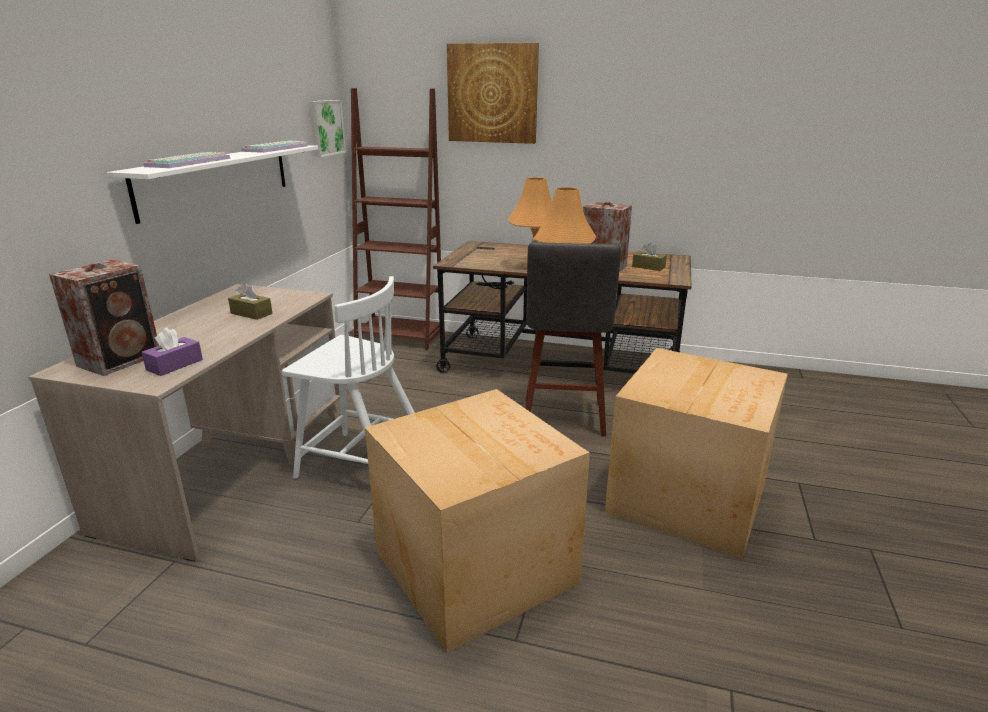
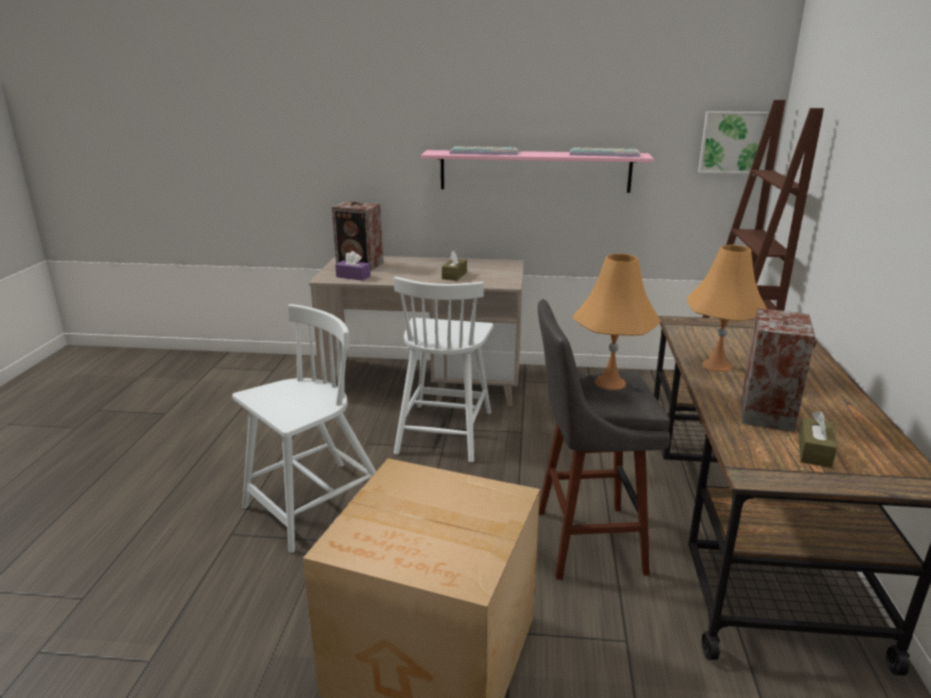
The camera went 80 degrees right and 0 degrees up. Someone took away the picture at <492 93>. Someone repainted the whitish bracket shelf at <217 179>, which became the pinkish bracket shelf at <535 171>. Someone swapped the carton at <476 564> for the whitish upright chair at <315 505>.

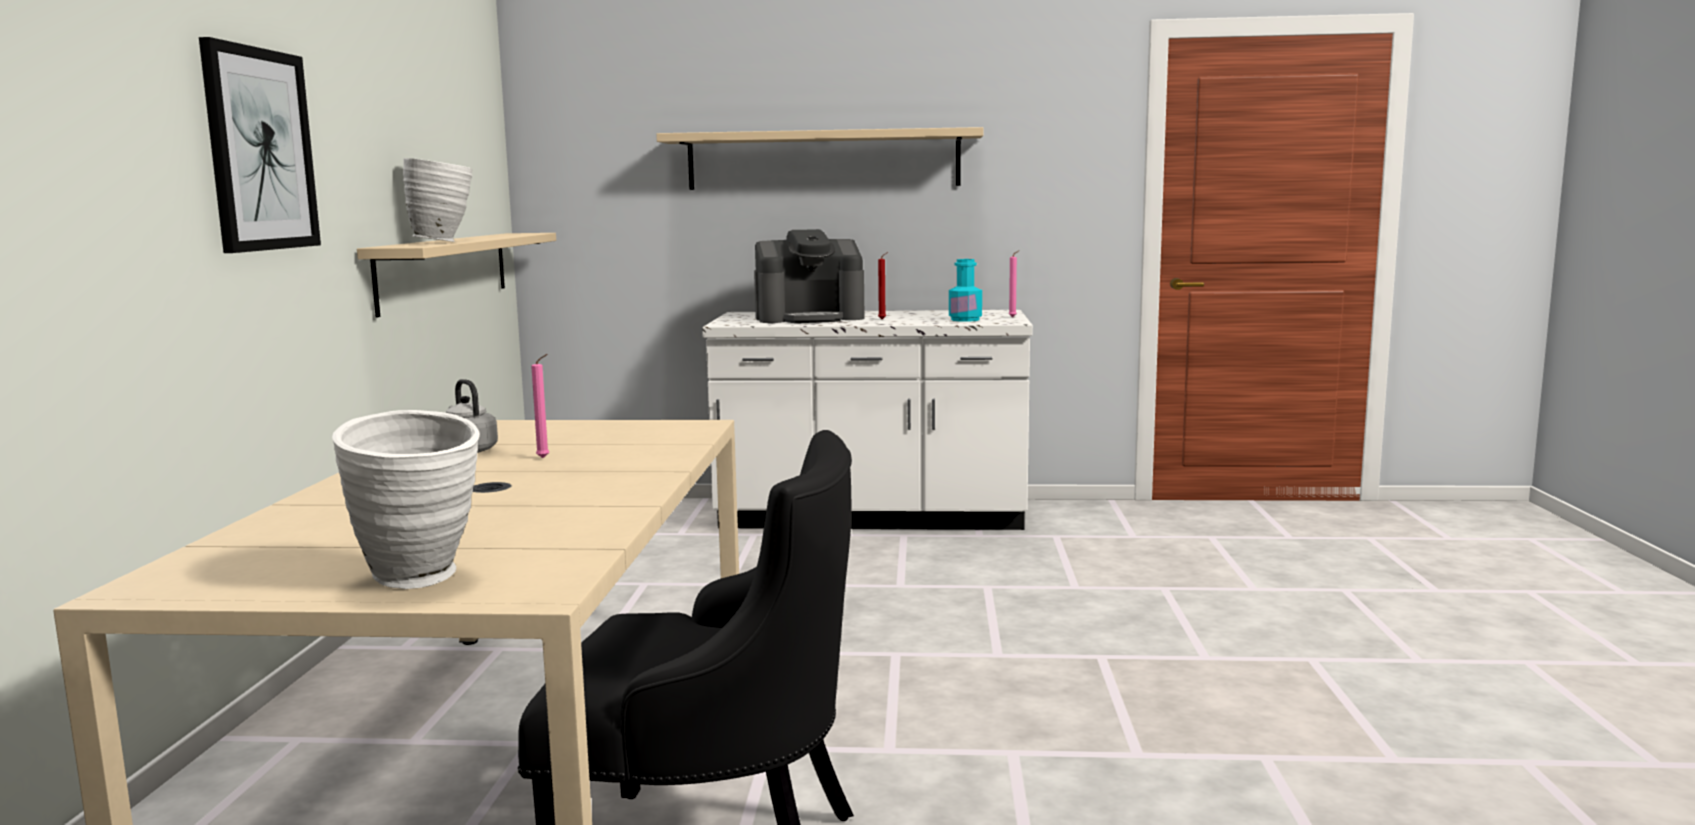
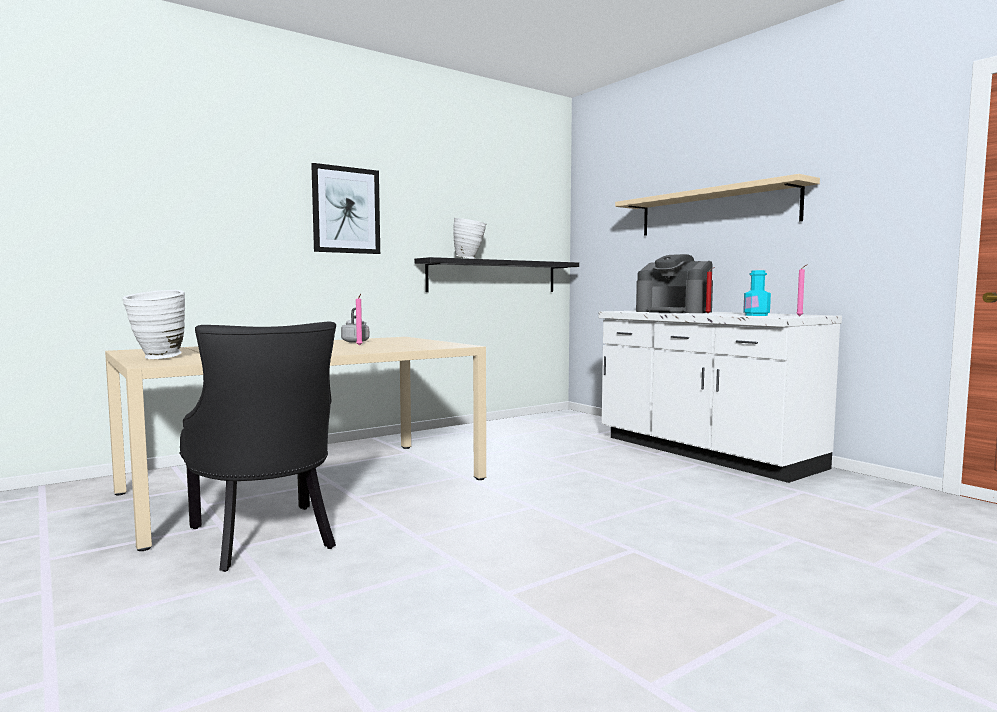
The camera went 50 degrees right and 5 degrees down. Someone repainted the sand-coloured bracket shelf at <445 270>, which became the blackish bracket shelf at <493 276>.

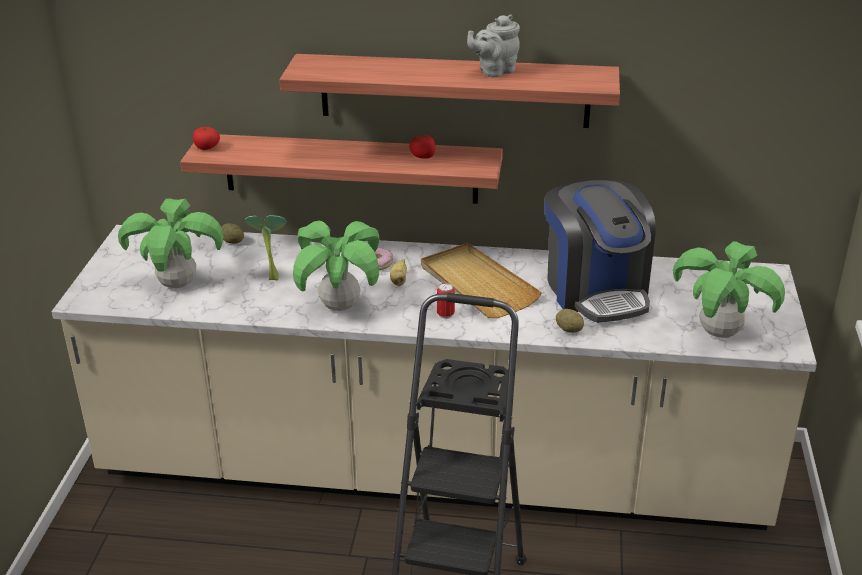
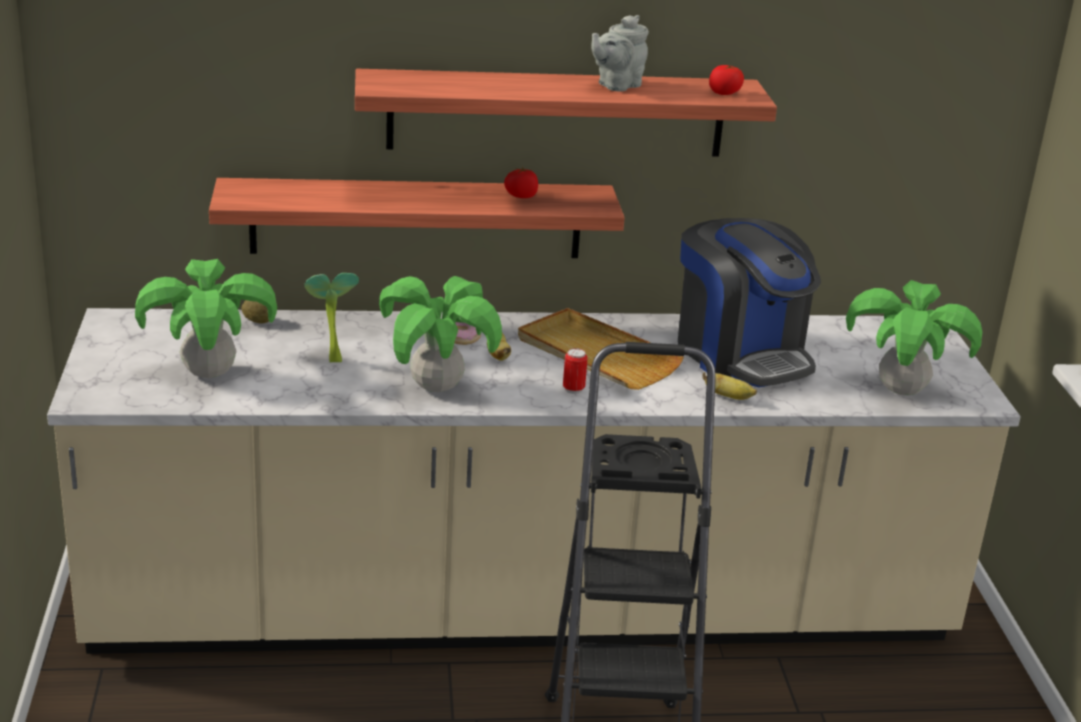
The camera went 15 degrees left and 5 degrees down. Someone carried the fresh tomato from <207 148> to <725 93>. Someone swapped the spud at <569 329> for the banana at <729 397>.

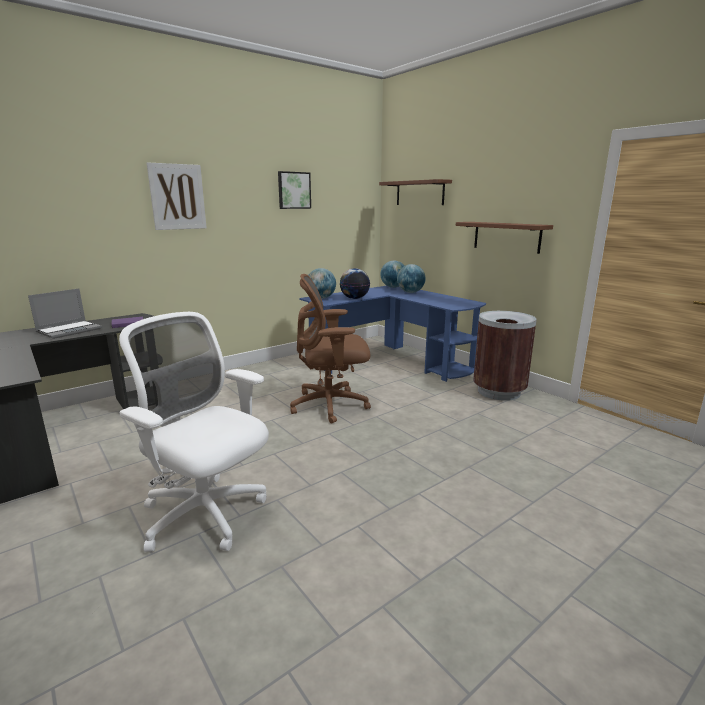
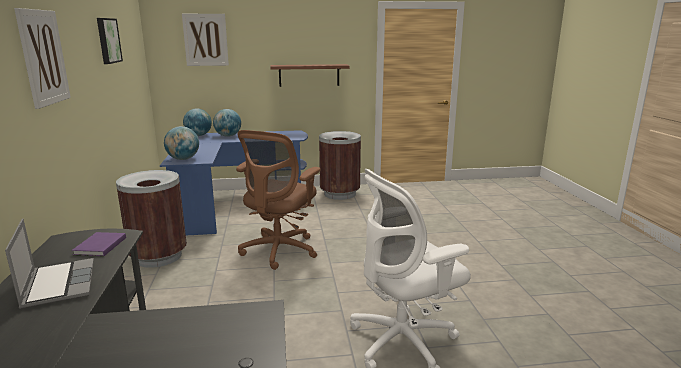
The camera went 60 degrees left and 0 degrees up. Someone swapped the brownish bracket shelf at <419 193> for the picture at <205 40>. Someone took away the world globe at <354 298>. Someone put down the brownish trash can at <158 257>.

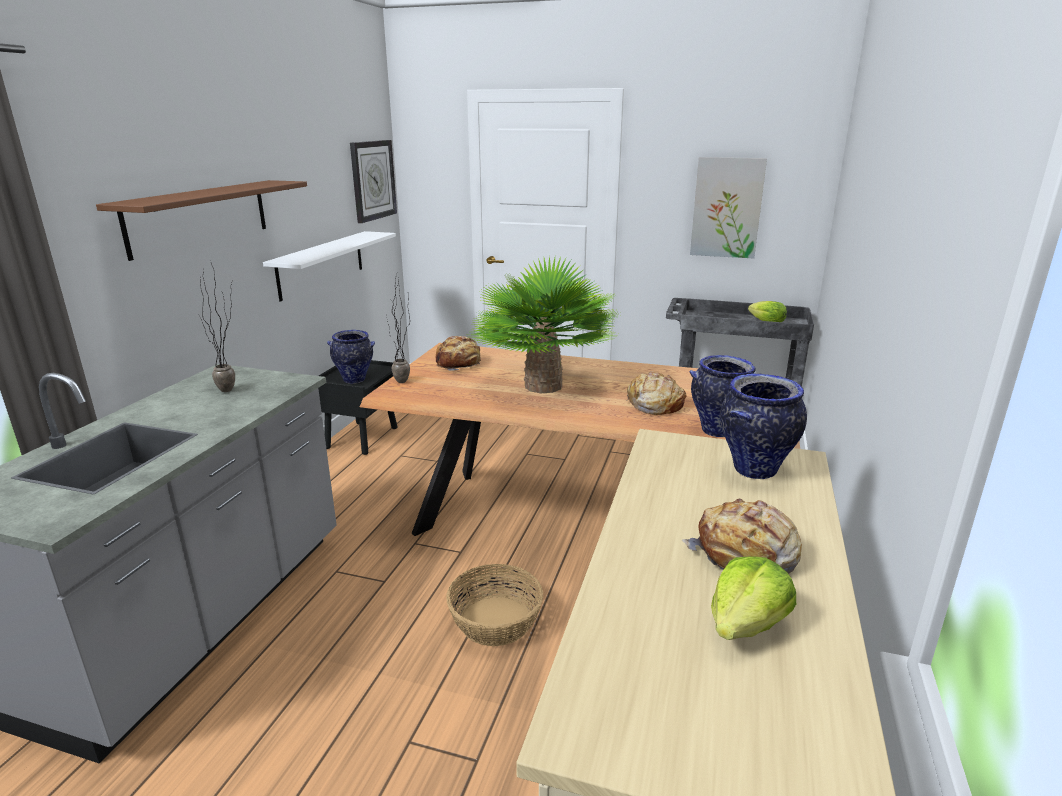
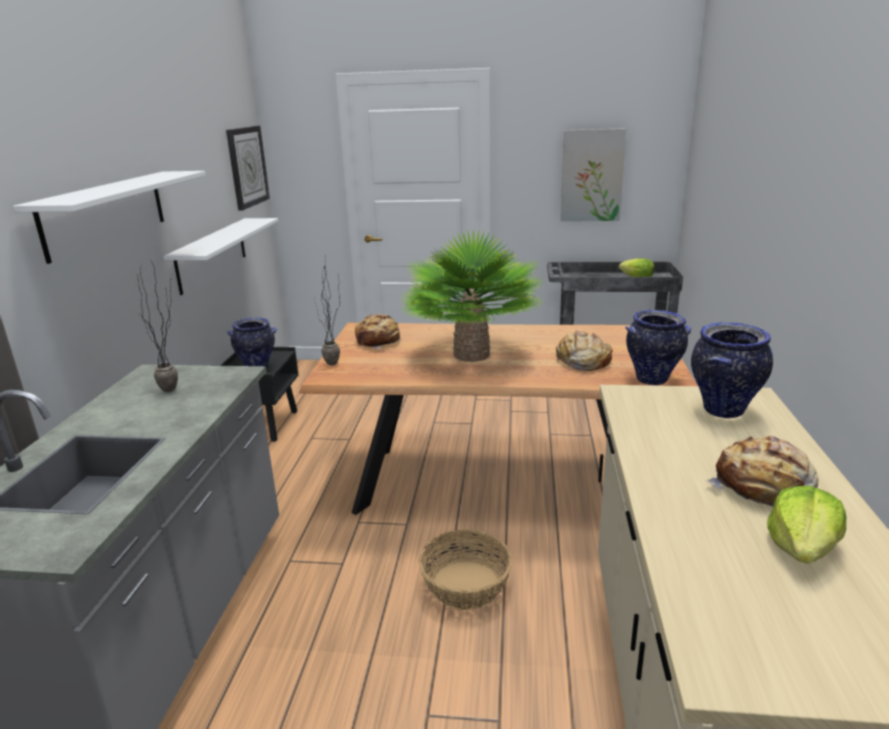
The camera went 10 degrees left and 0 degrees up. Someone repainted the brownish bracket shelf at <200 216>, which became the whitish bracket shelf at <106 213>.

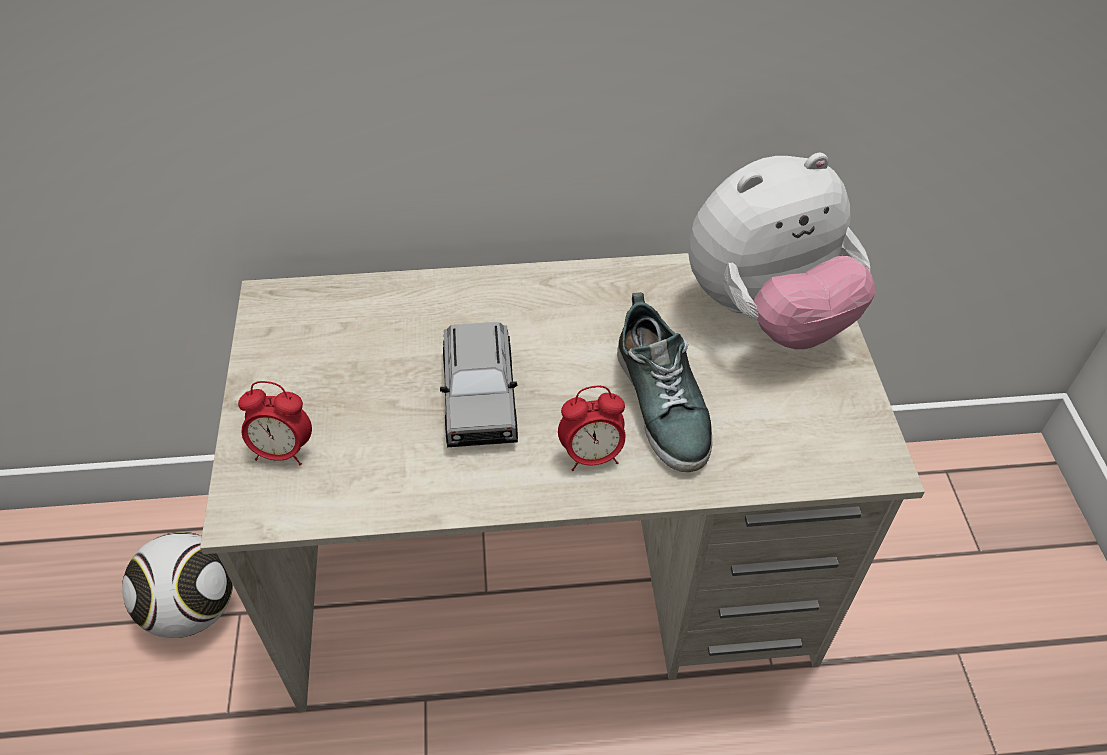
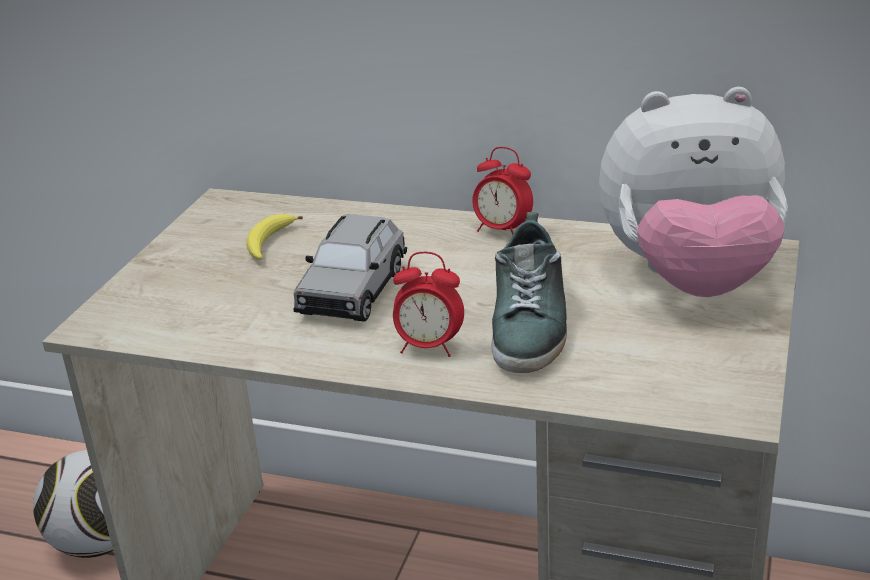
The camera went 25 degrees right and 20 degrees down. Someone carried the bedside clock from <283 451> to <502 231>. Someone put down the banana at <269 243>.

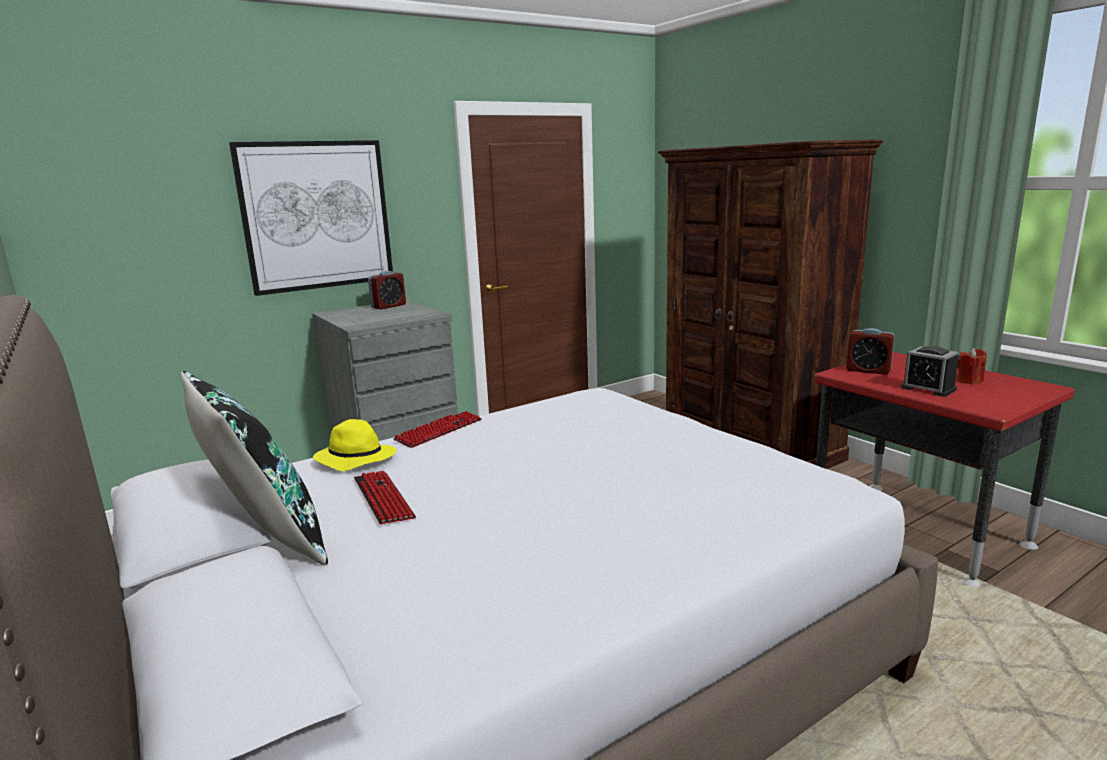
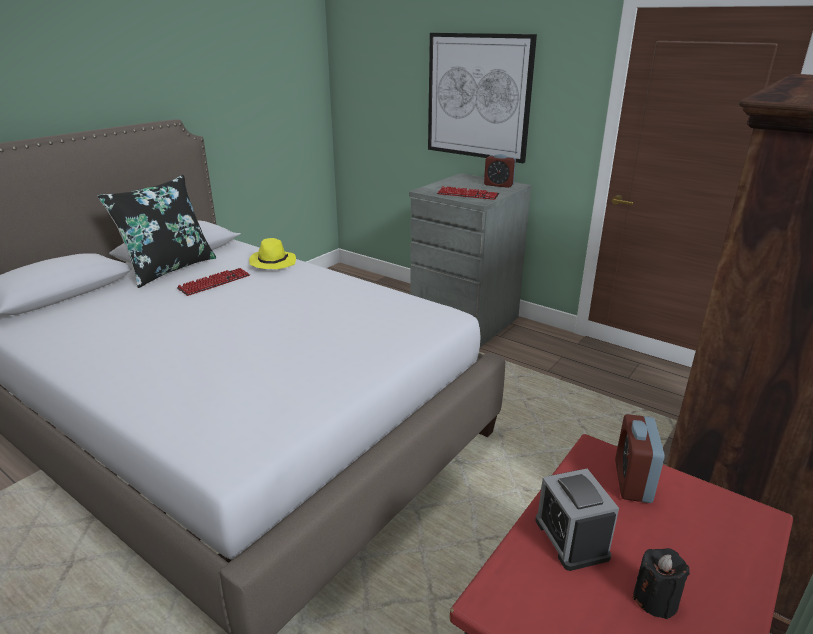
The camera went 70 degrees right and 10 degrees up. Someone rotated the bedside clock at <928 389> by 45 degrees counterclockwise. Someone repainted the red-coloured wax candle at <969 381>, which became the blackish wax candle at <655 599>. Someone carried the keyboard from <439 431> to <467 195>.

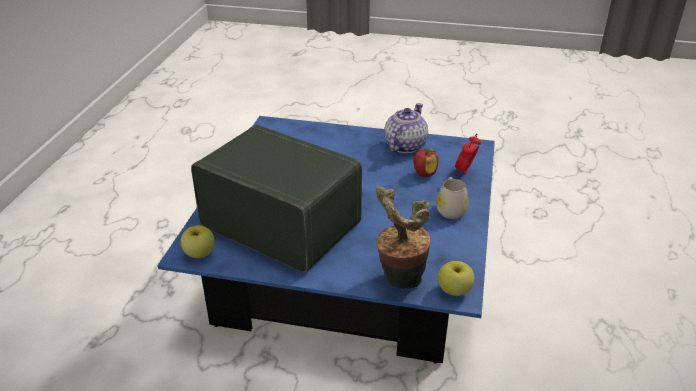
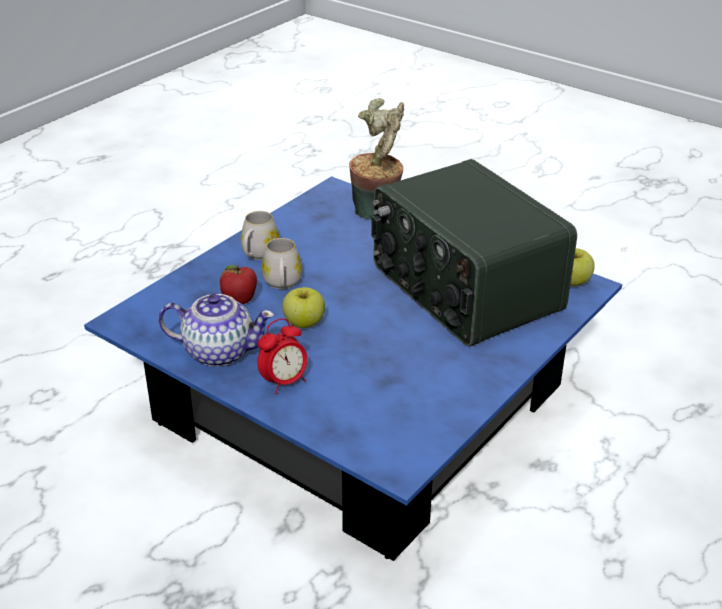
The camera went 155 degrees left and 0 degrees up. Someone rotated the teapot at <404 146> by 135 degrees counterclockwise. Someone carried the bedside clock from <465 172> to <284 382>. Someone carried the apple from <454 290> to <304 323>. Someone put down the whitish tea mug at <282 283>.

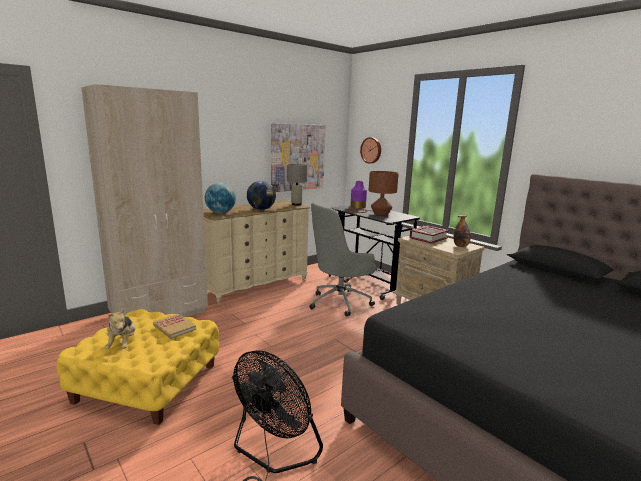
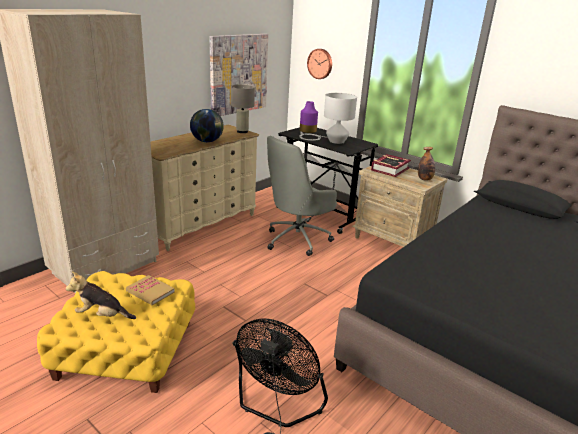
The camera went 10 degrees left and 10 degrees up. Someone repainted the brownish lamp for a table at <371 213>, which became the gray lamp for a table at <326 140>. Someone took away the world globe at <221 213>. Someone rotated the plush toy at <122 344> by 120 degrees clockwise.

